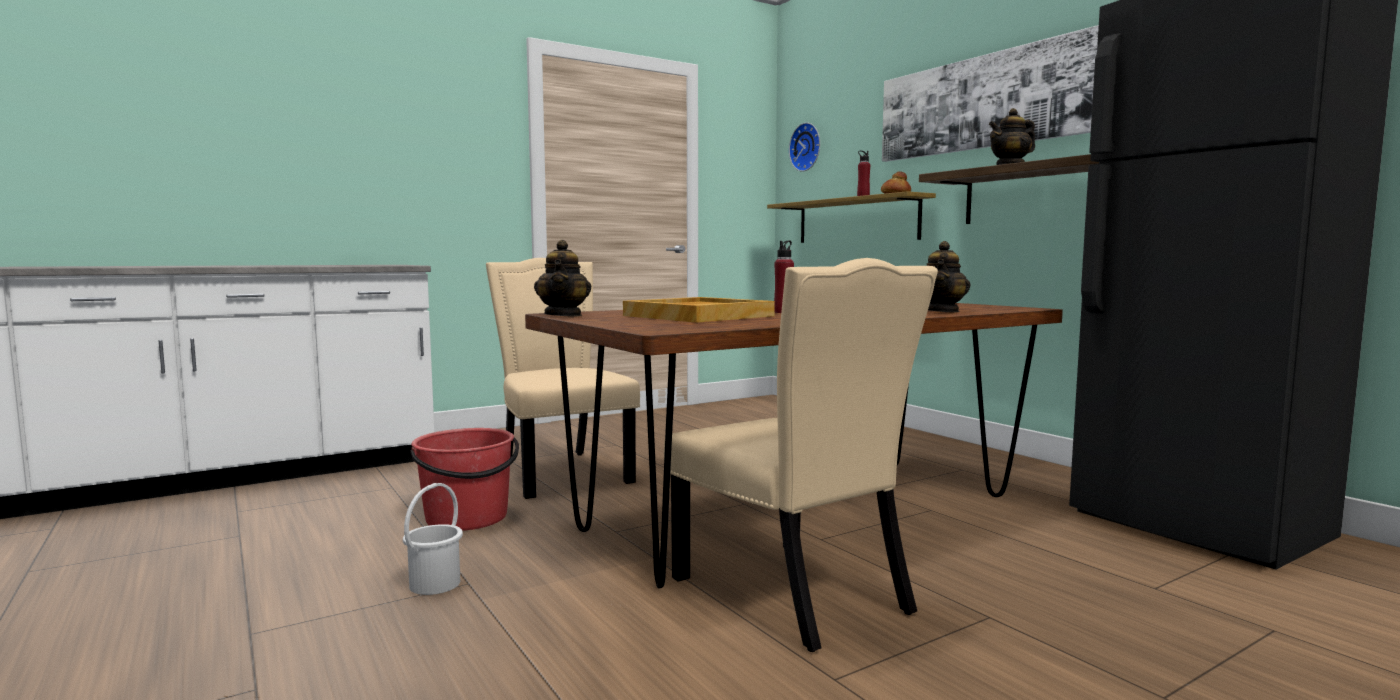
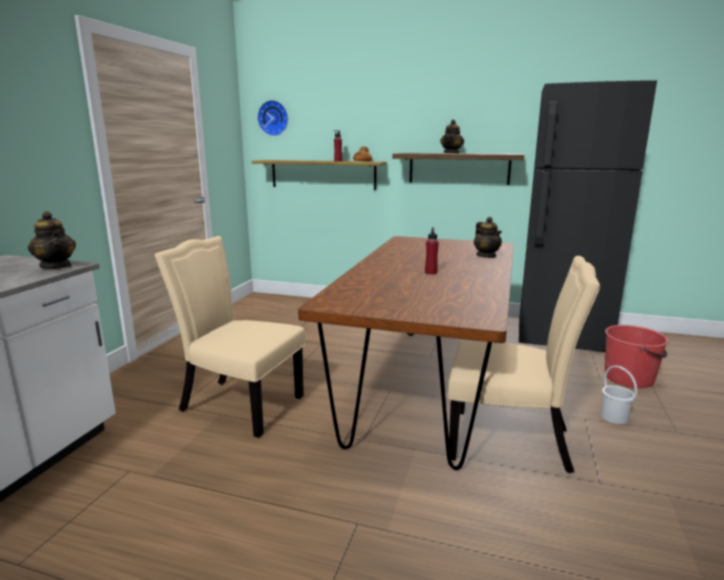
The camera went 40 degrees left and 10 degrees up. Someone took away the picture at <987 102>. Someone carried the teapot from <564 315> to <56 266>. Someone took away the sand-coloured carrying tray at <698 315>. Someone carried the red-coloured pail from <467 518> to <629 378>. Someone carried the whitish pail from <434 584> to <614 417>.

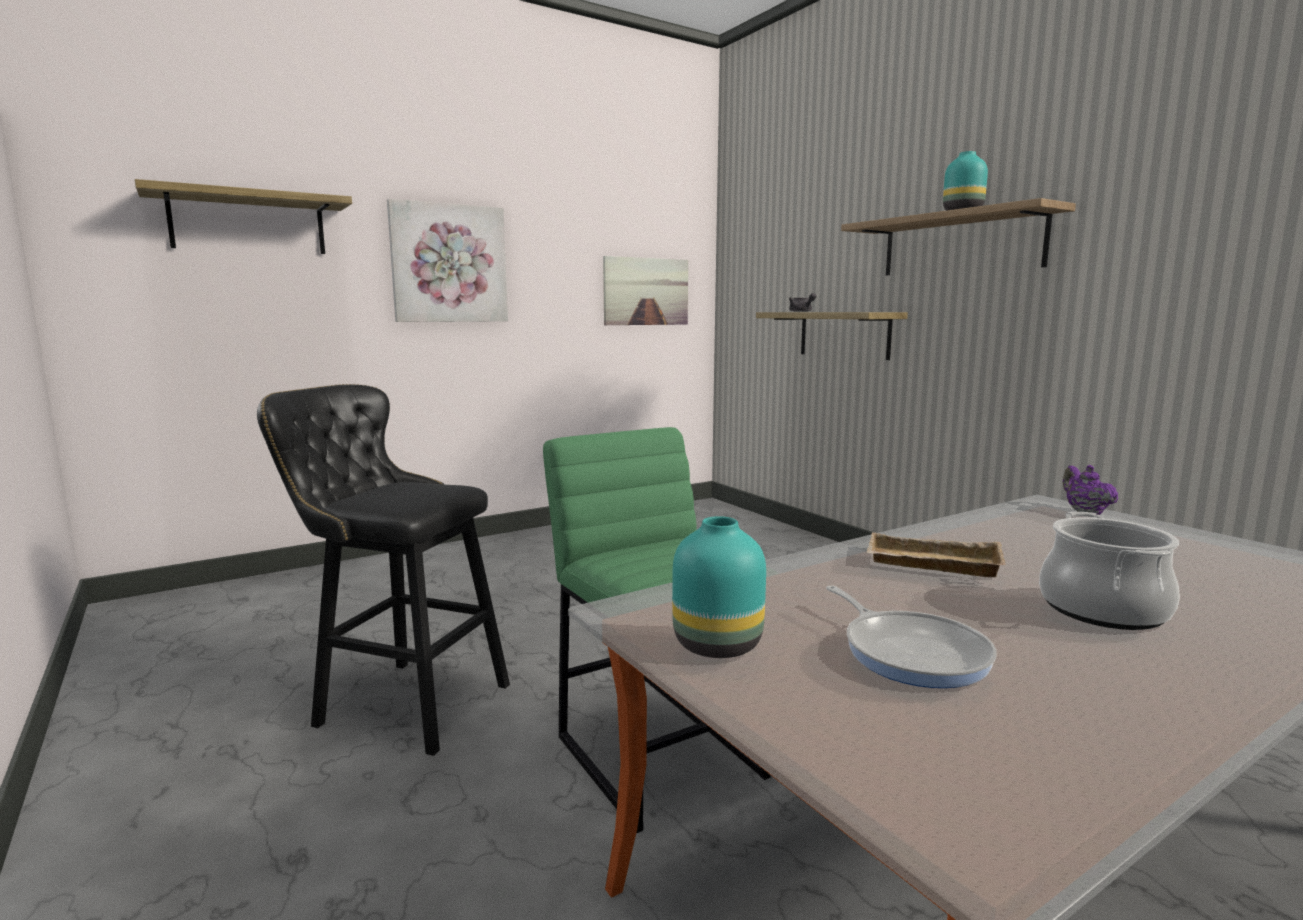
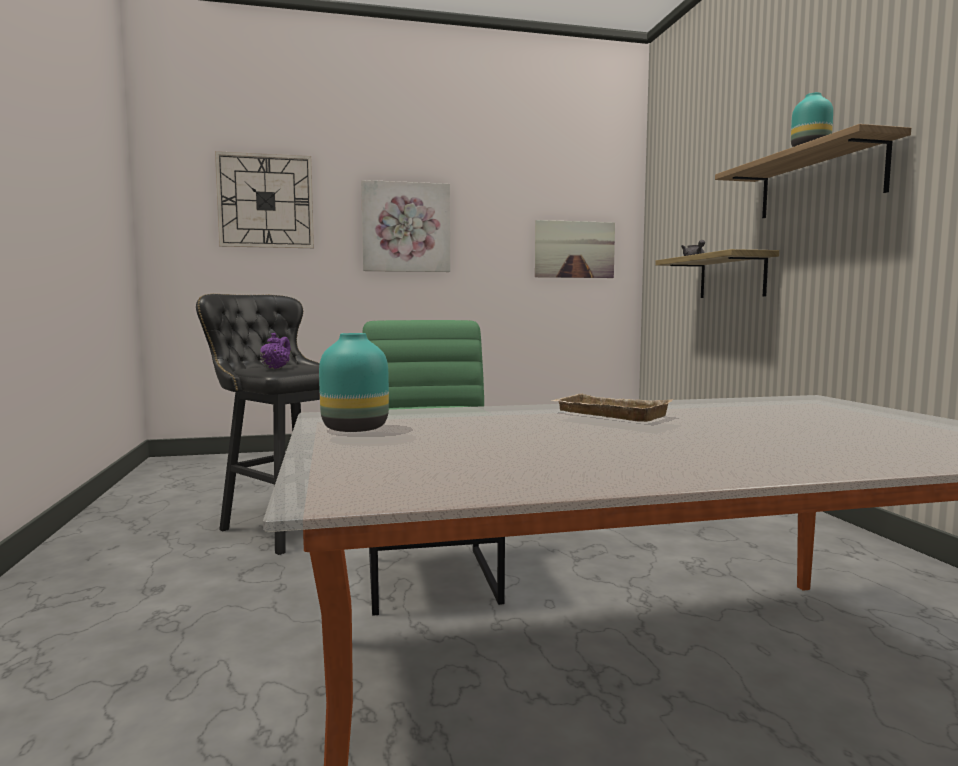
The camera went 20 degrees right and 5 degrees down. Someone swapped the bracket shelf at <248 224> for the hanging clock at <265 201>. Someone carried the purplish teapot from <1084 512> to <275 368>. Someone took away the stockpot at <1102 609>. Someone took away the skillet at <911 653>.

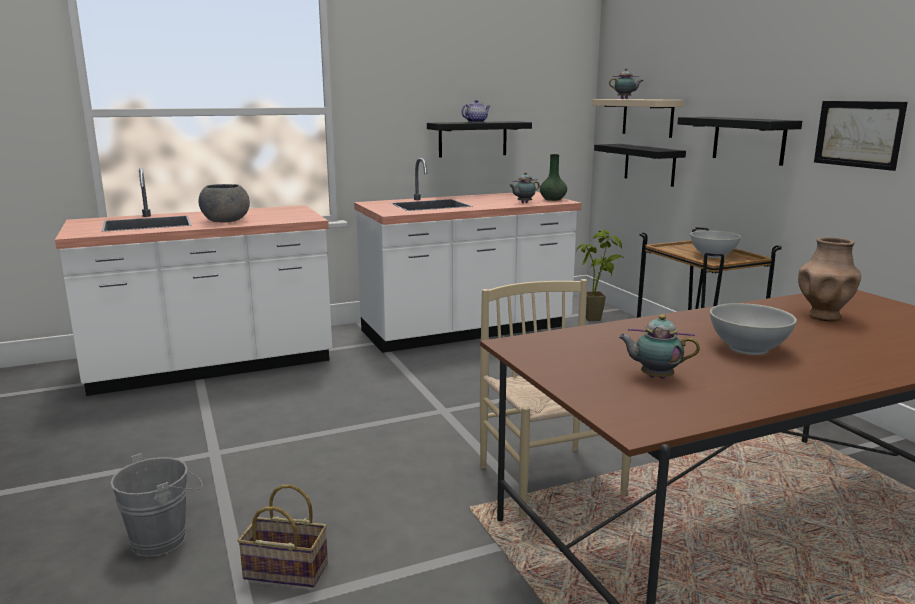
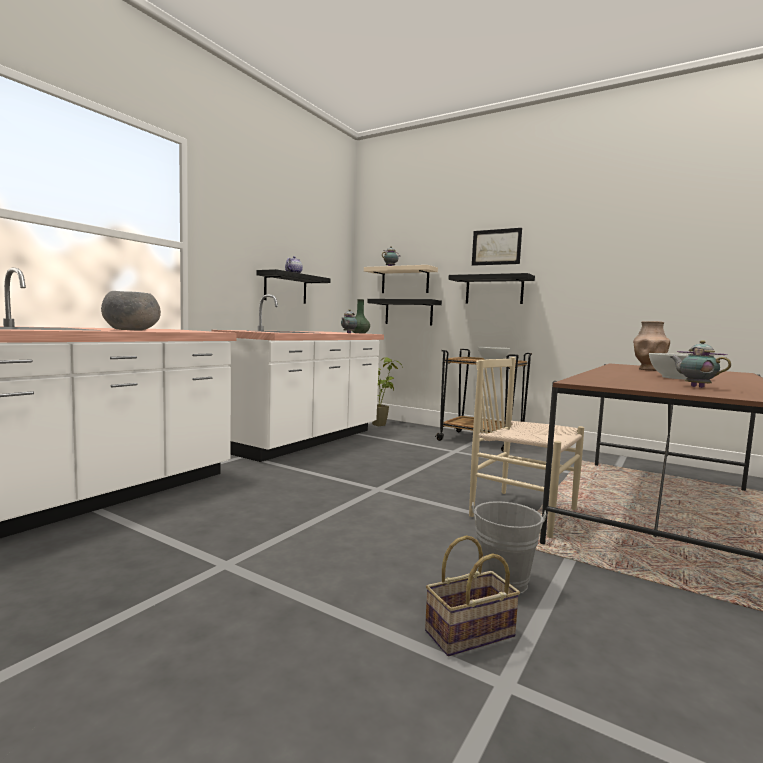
The camera went 35 degrees left and 10 degrees down. Someone carried the picture from <858 134> to <496 247>. Someone rotated the teapot at <654 377> by 75 degrees clockwise. Someone carried the gray pail from <165 538> to <503 578>.

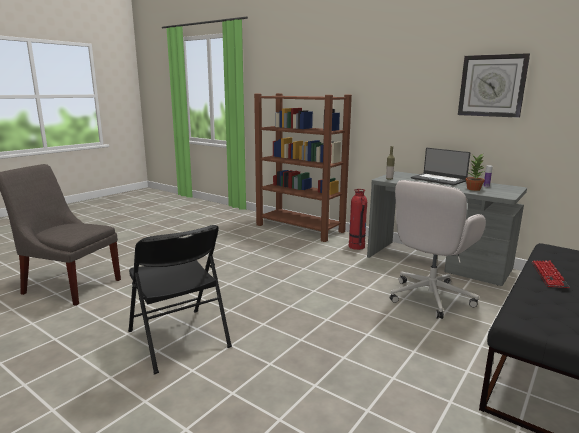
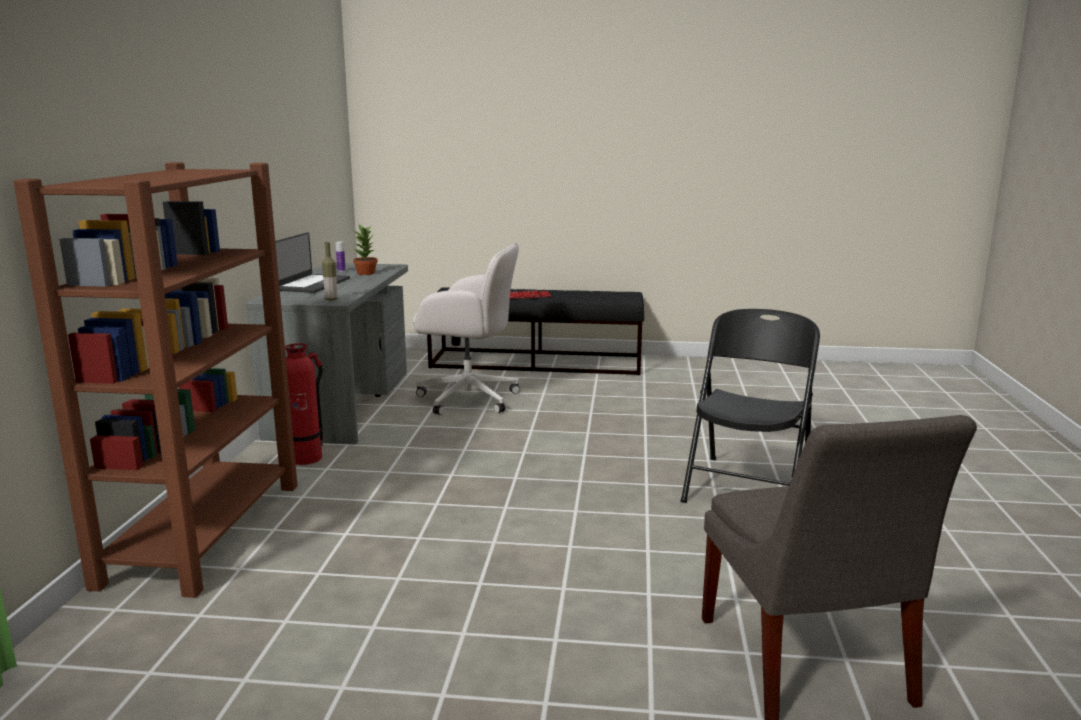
The camera went 120 degrees left and 0 degrees up. Someone took away the hanging clock at <492 86>.

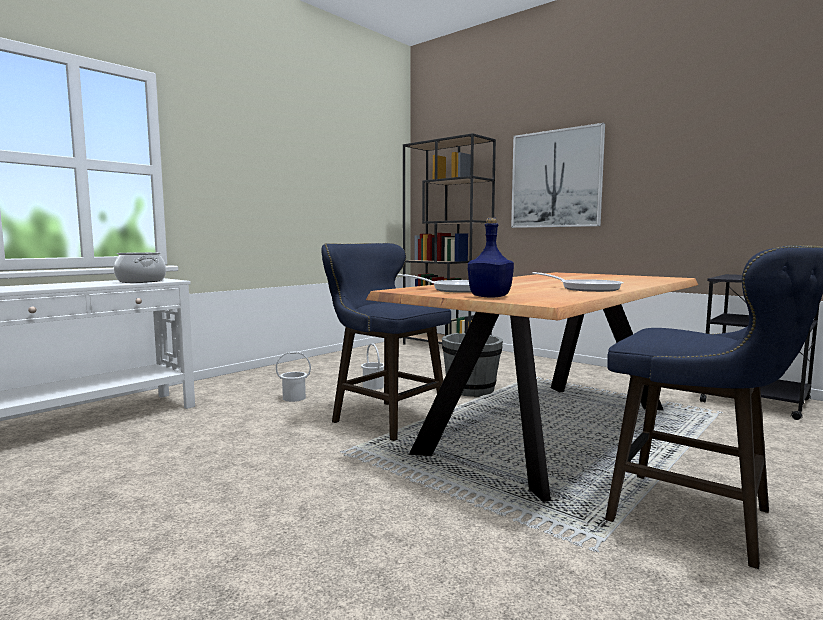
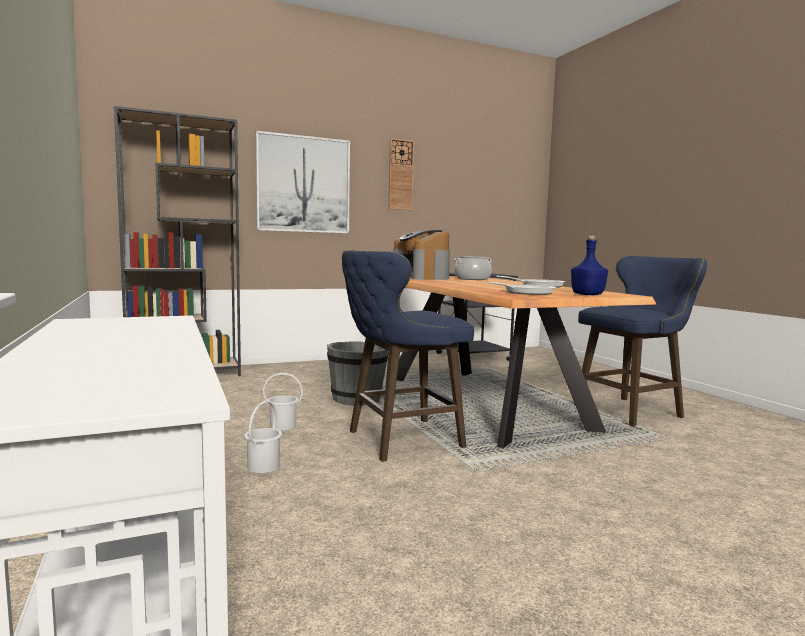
The camera went 65 degrees left and 0 degrees up. Someone carried the stockpot from <140 281> to <472 279>. Someone put up the hanging clock at <400 175>. Someone put down the coffee maker at <421 277>.

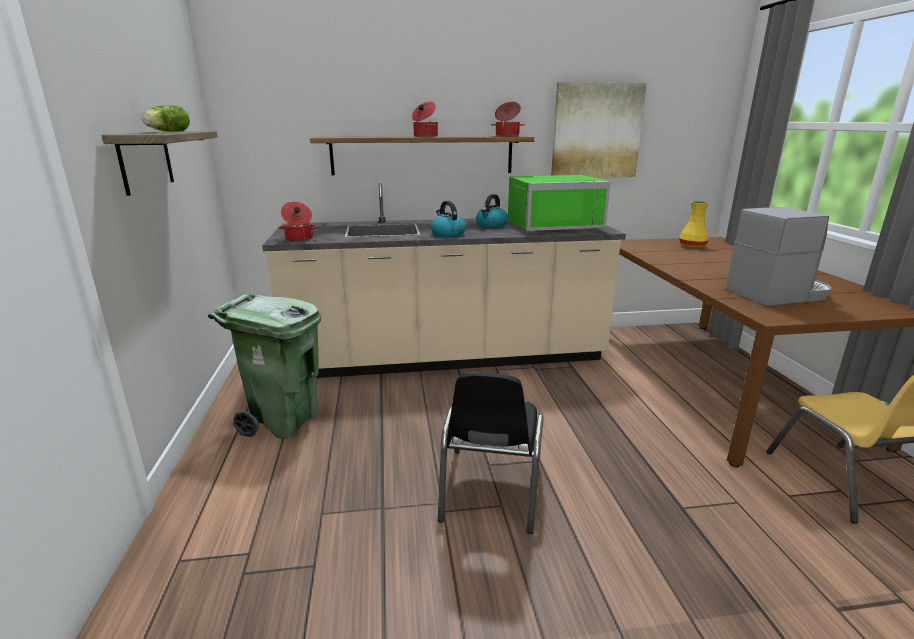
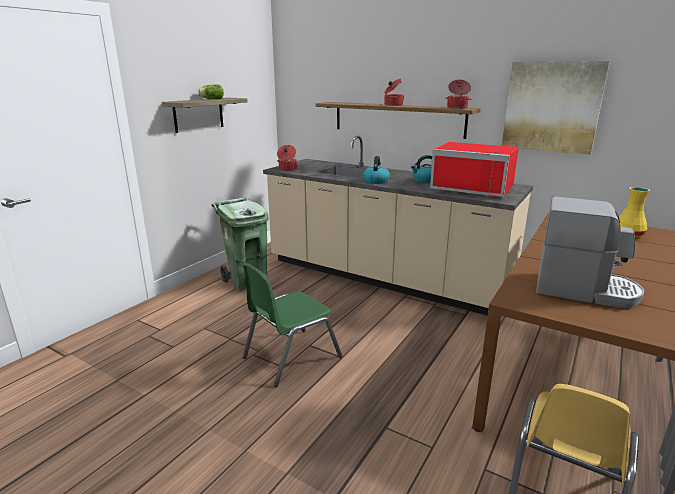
The camera went 40 degrees right and 0 degrees up. Someone repainted the green kitchen microwave at <552 225>, which became the red-coloured kitchen microwave at <474 188>. Someone repainted the blackish upright chair at <490 489>, which became the green upright chair at <291 357>.

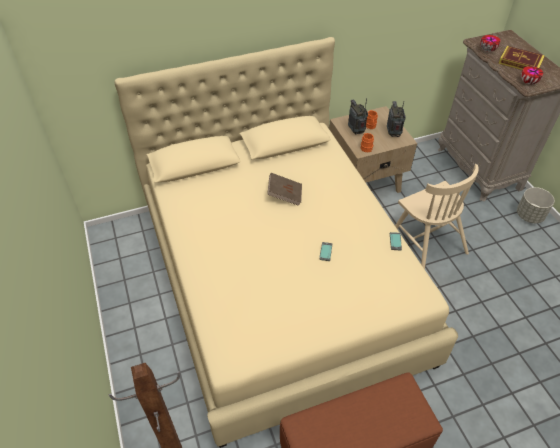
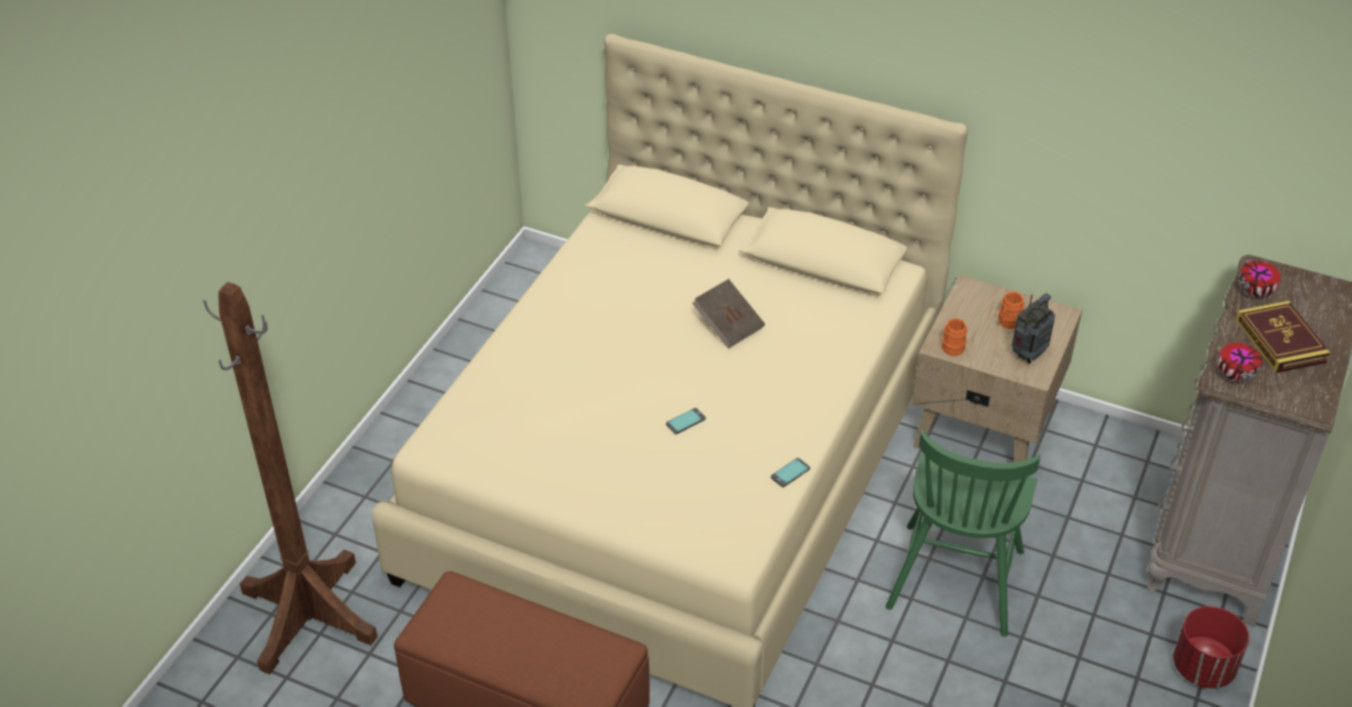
The camera went 45 degrees right and 5 degrees down. Someone took away the radio receiver at <356 131>. Someone repainted the sand-coloured upright chair at <424 242>, which became the green upright chair at <957 572>. Someone repainted the gray flower pot at <529 215>, which became the red-coloured flower pot at <1203 668>.

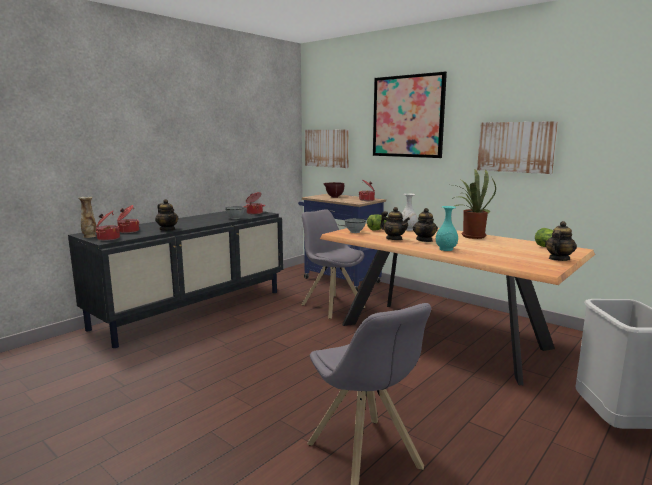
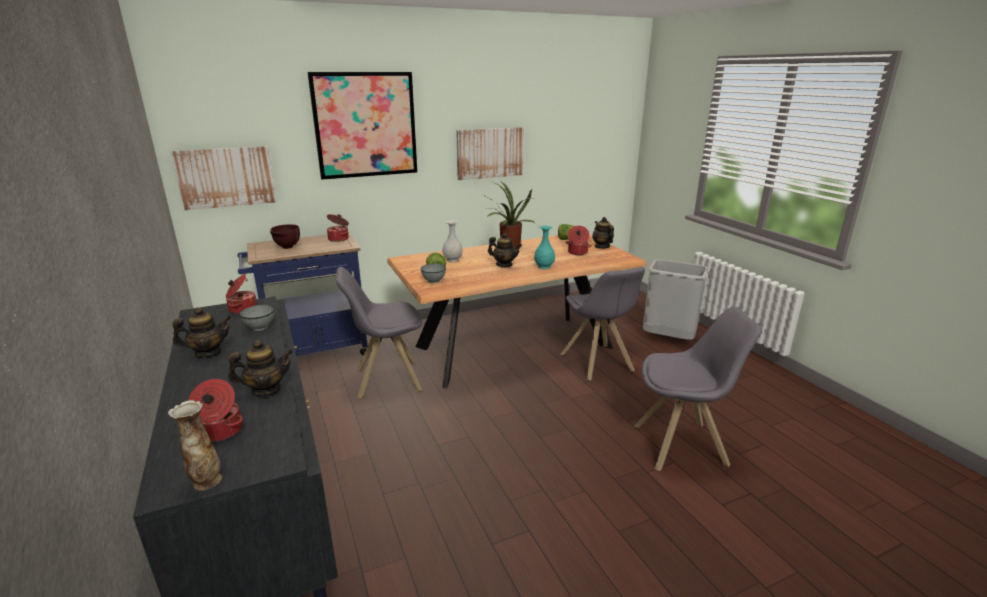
The camera went 65 degrees left and 10 degrees up. Someone carried the teapot from <394 239> to <208 353>. Someone carried the stockpot from <108 238> to <577 252>. Someone put down the gray upright chair at <597 362>.

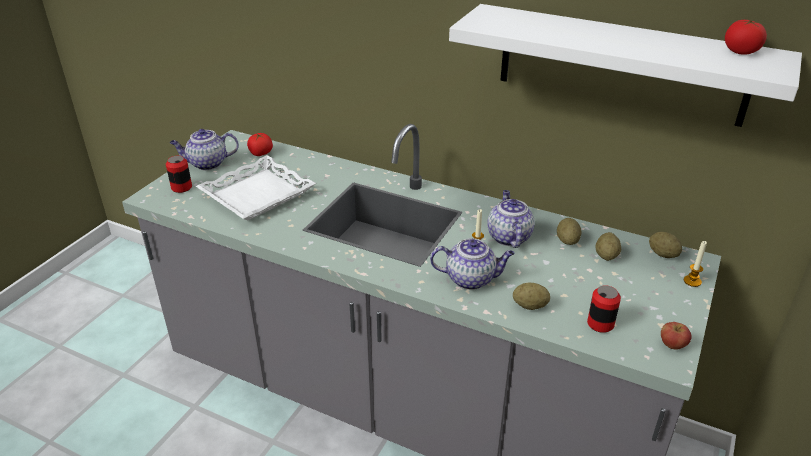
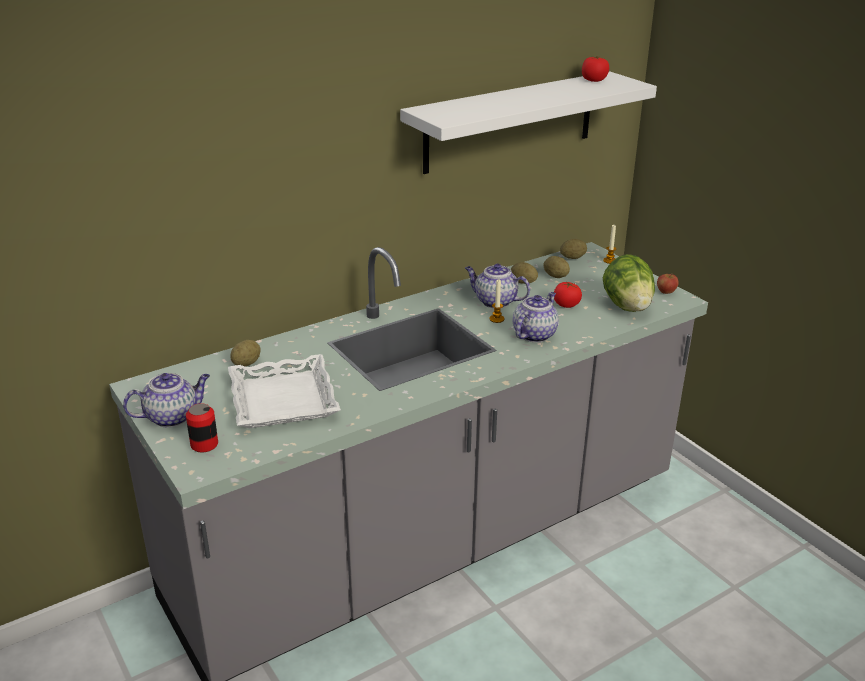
The camera went 60 degrees left and 5 degrees down. Someone rotated the teapot at <207 164> by 135 degrees counterclockwise. Someone carried the fresh tomato from <261 153> to <566 304>. Someone carried the spud from <530 306> to <246 363>. Someone swapped the can at <600 324> for the lettuce at <627 306>.

